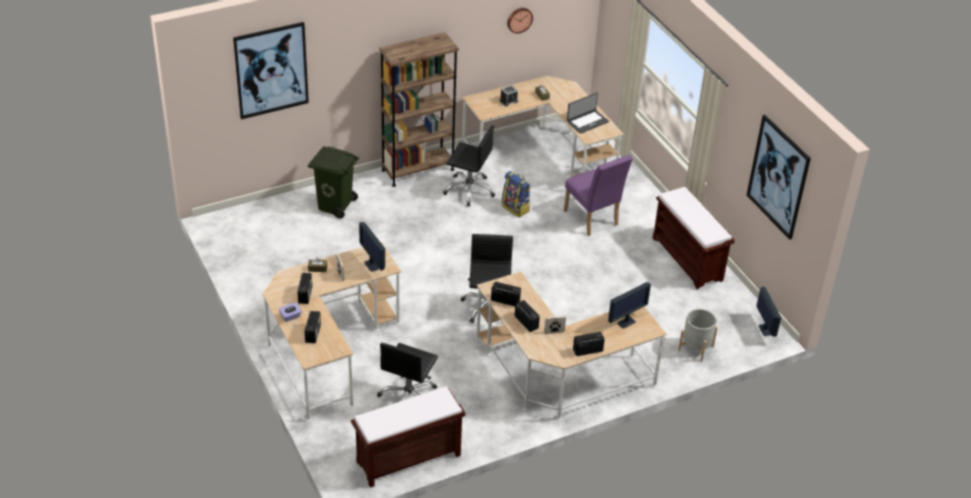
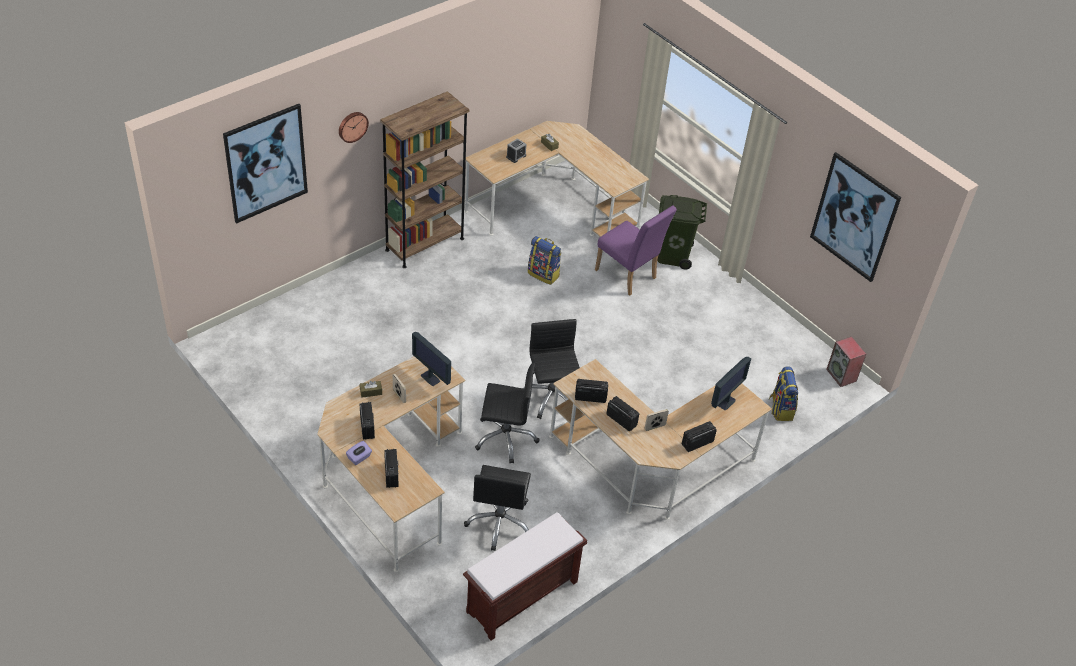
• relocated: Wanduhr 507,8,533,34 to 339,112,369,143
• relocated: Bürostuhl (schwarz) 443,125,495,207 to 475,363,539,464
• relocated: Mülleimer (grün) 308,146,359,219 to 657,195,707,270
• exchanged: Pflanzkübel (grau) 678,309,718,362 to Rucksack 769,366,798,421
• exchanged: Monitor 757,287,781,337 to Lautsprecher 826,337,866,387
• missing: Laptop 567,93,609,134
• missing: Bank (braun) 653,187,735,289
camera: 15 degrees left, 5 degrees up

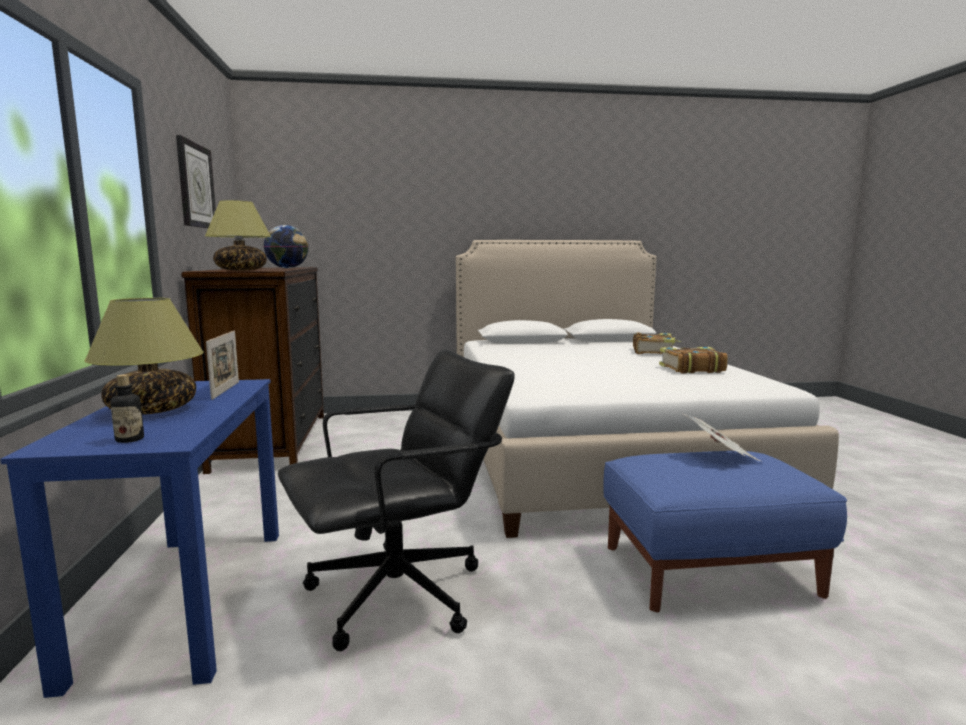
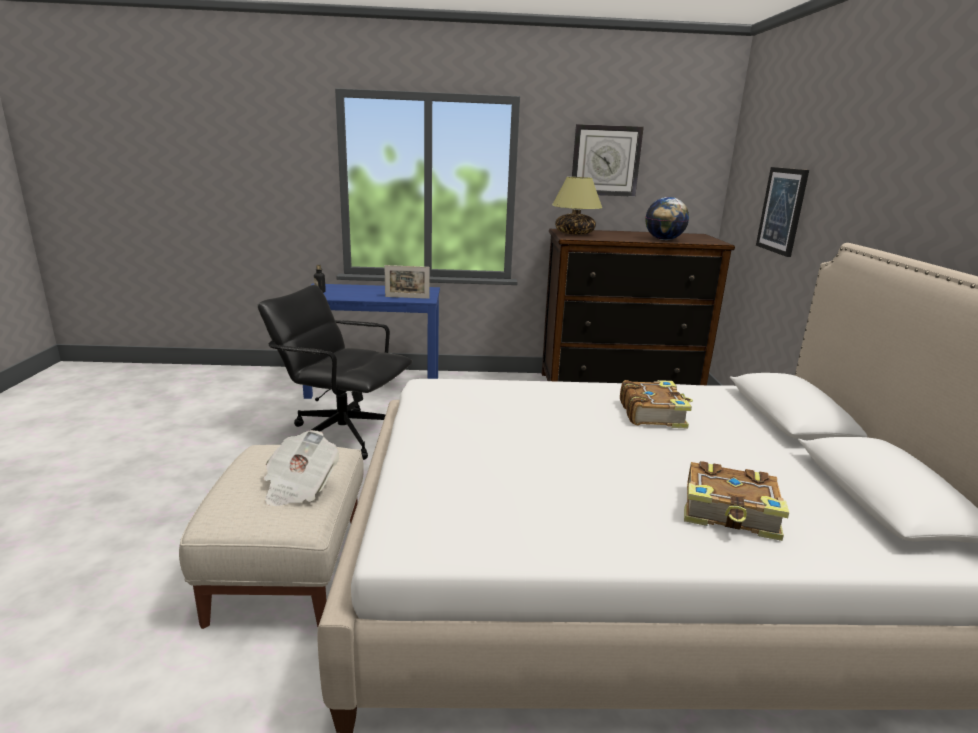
• colour: Polsterhocker (blau) 603,451,847,612 to Polsterhocker (beige) 179,445,364,629
• spun: Bürostuhl (schwarz) 278,349,515,651 = 258,285,412,460 135 degrees clockwise
• relocated: Buch 659,347,728,373 to 620,380,693,428
• appeared: Bild 756,167,809,257
• missing: Tischlampe 84,298,204,415
camera: 95 degrees right, 10 degrees up

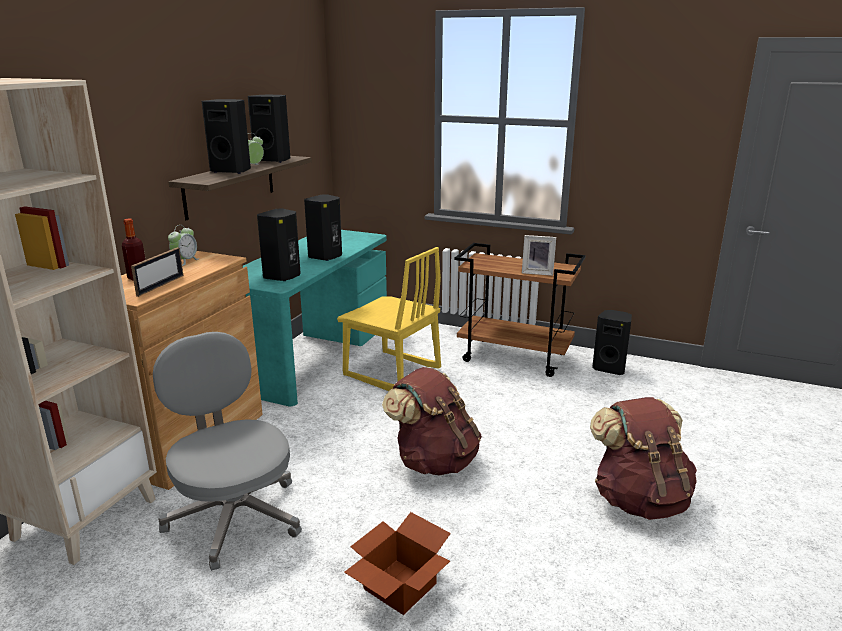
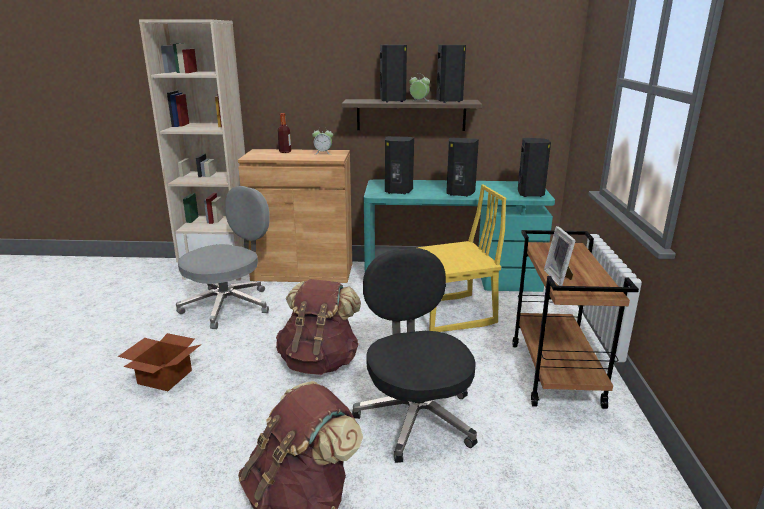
• appeared: Bürostuhl (schwarz) 352,248,477,463
• spun: Stuhl (gelb) 337,247,441,391 = 418,185,506,332 120 degrees counterclockwise
• relocated: Lautsprecher (schwarz) 592,310,632,375 to 518,138,551,197
• missing: Bilderrahmen 131,247,183,297
camera: 70 degrees right, 0 degrees up

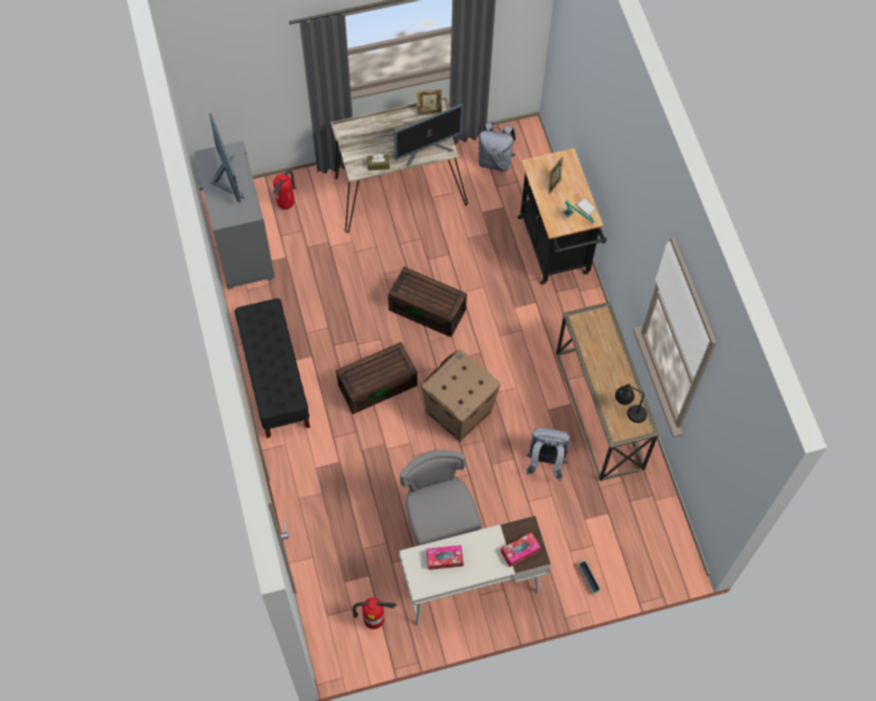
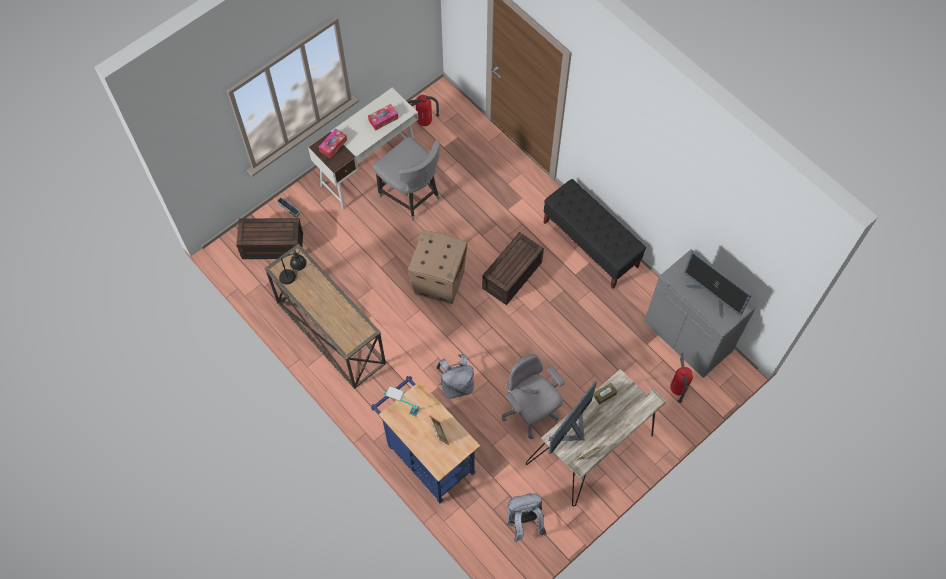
• relocated: Aufbewahrungsbox (braun) 388,267,467,337 to 236,218,303,259
• colour: Rollwagen (schwarz) 518,148,607,285 to Rollwagen (blau) 371,376,480,504
• relocated: Rucksack (grau) 525,427,570,481 to 436,354,474,399
• appeared: Bürostuhl (grau) 502,354,565,439
camera: 155 degrees right, 0 degrees up

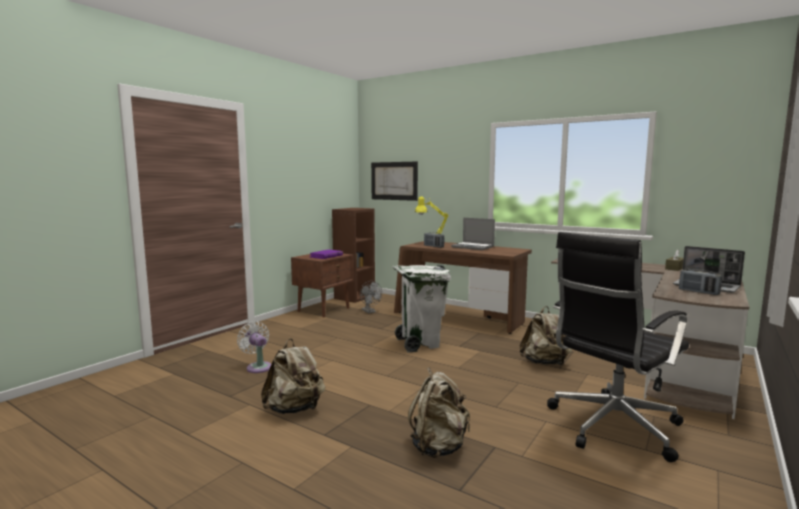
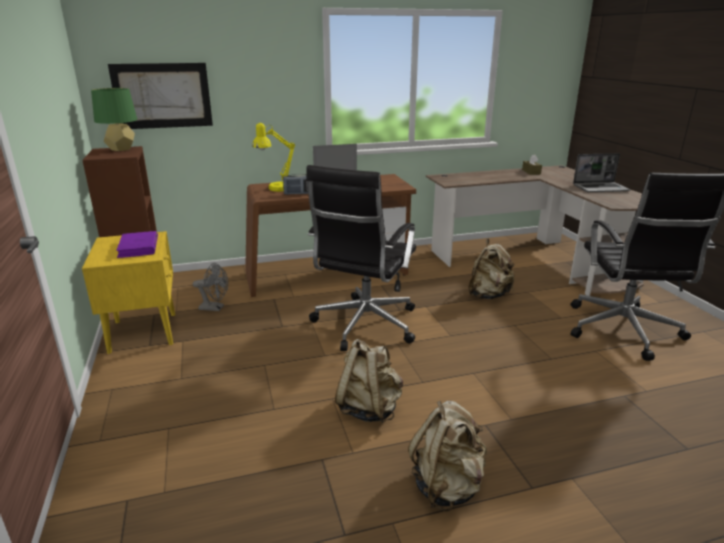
• colour: Nachttisch (braun) 291,253,354,317 to Nachttisch (gelb) 82,231,175,354
• appeared: Tischlampe (grün) 91,88,137,151
• exchanged: Mülleimer (weiß) 392,265,451,353 to Bürostuhl (schwarz) 306,165,416,351
• relocated: Rucksack (beige) 408,367,470,458 to 335,339,403,423
• missing: Ventilator (weiß) 237,321,271,373
• missing: Radio 679,269,722,295
camera: 50 degrees left, 15 degrees up

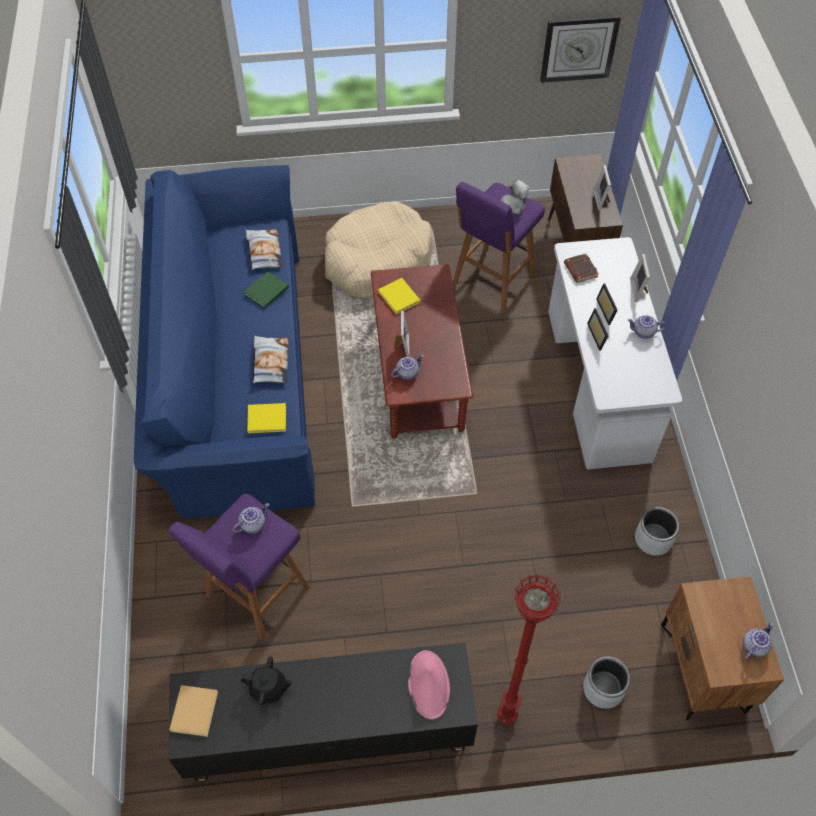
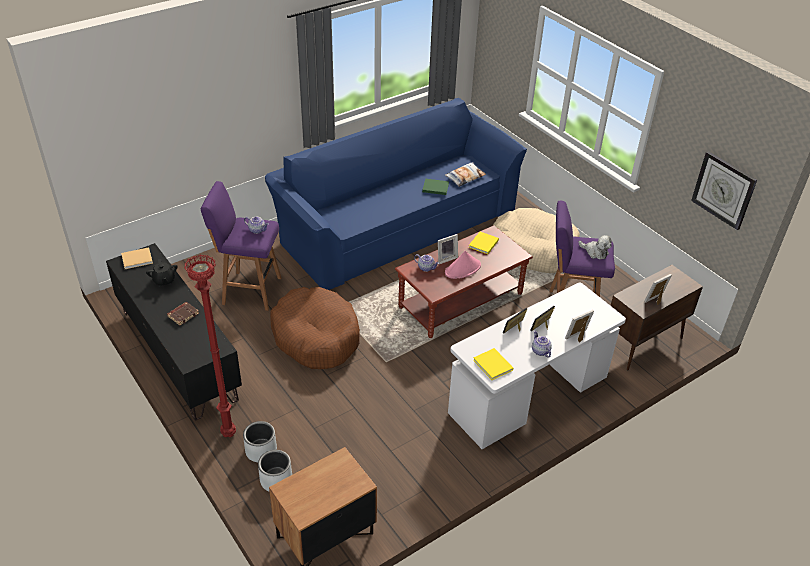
• relocated: Buch (braun) 564,253,599,283 to 167,302,199,326
• relocated: Pflanzkübel (grau) 635,507,680,556 to 243,421,277,462
• appeared: Hundebett (braun) 270,287,360,369
• relocated: Hut (rosa) 408,650,450,719 to 445,251,481,279
• relocated: Buch (gelb) 247,403,286,433 to 473,348,513,380
• missing: Kissen 253,336,288,383
• missing: Teekanne 743,623,774,659
camera: 60 degrees right, 15 degrees down

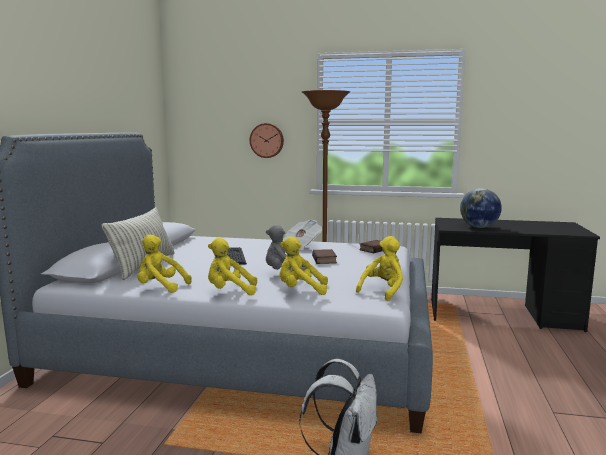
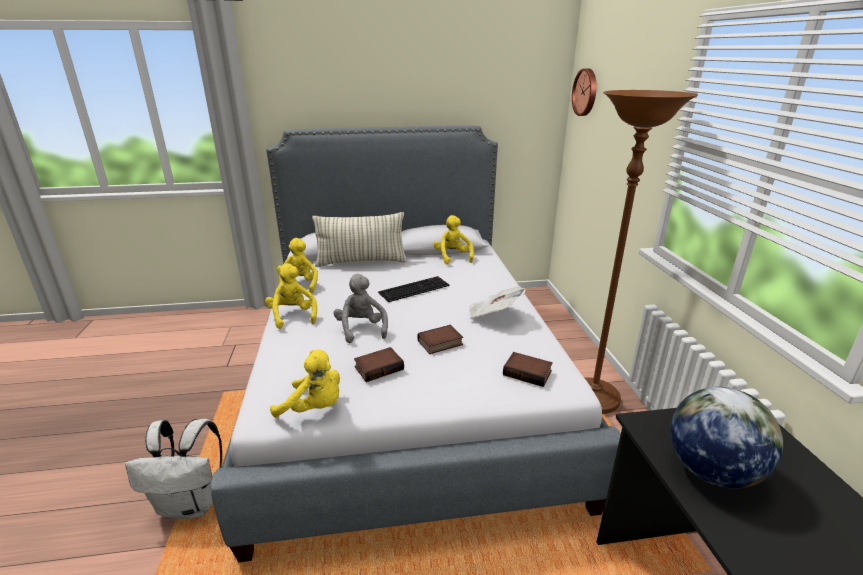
• appeared: Buch 354,347,404,382
• relocated: Plüschtier (gelb) 280,236,328,295 to 434,215,474,264
• relocated: Wanduhr 250,123,284,158 to 572,68,597,116
camera: 70 degrees right, 15 degrees up

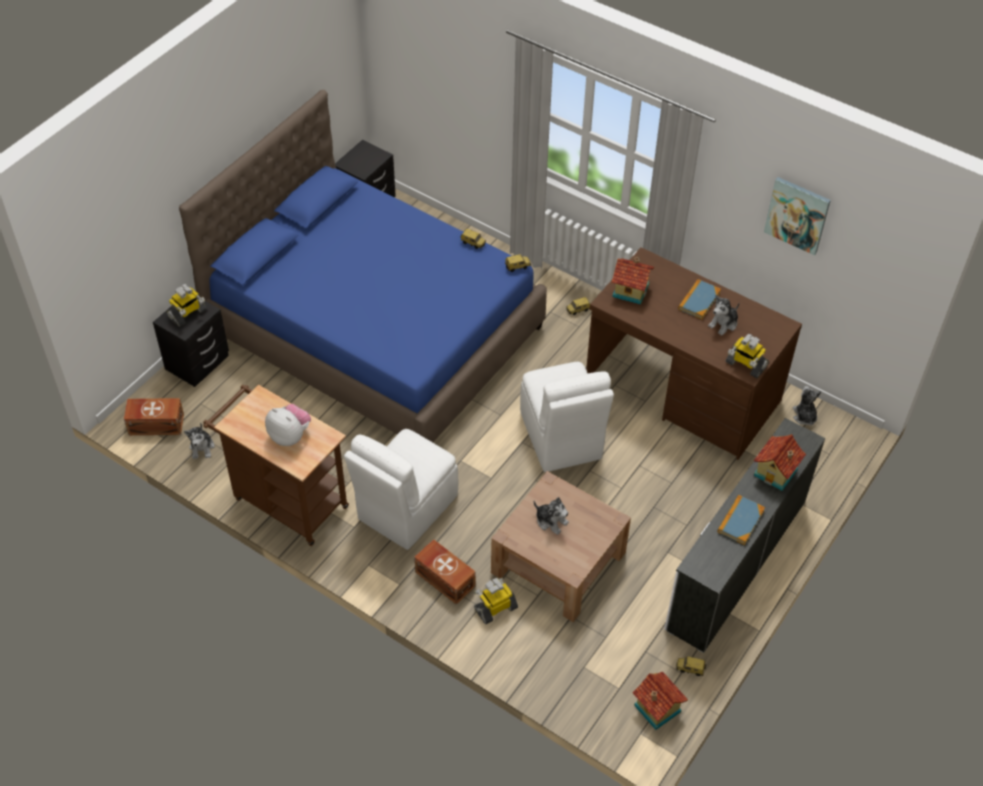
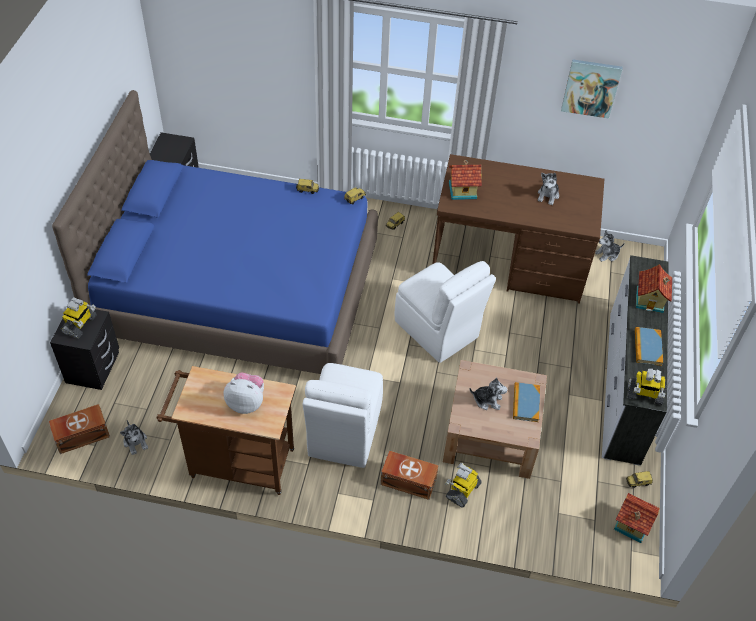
• relocated: Buch 678,279,721,320 to 513,382,540,422
• spun: Plüschtier 793,386,821,426 = 595,230,625,262 75 degrees counterclockwise
• relocated: Spielzeugroboter 725,334,769,378 to 627,369,667,405
camera: 25 degrees left, 0 degrees up

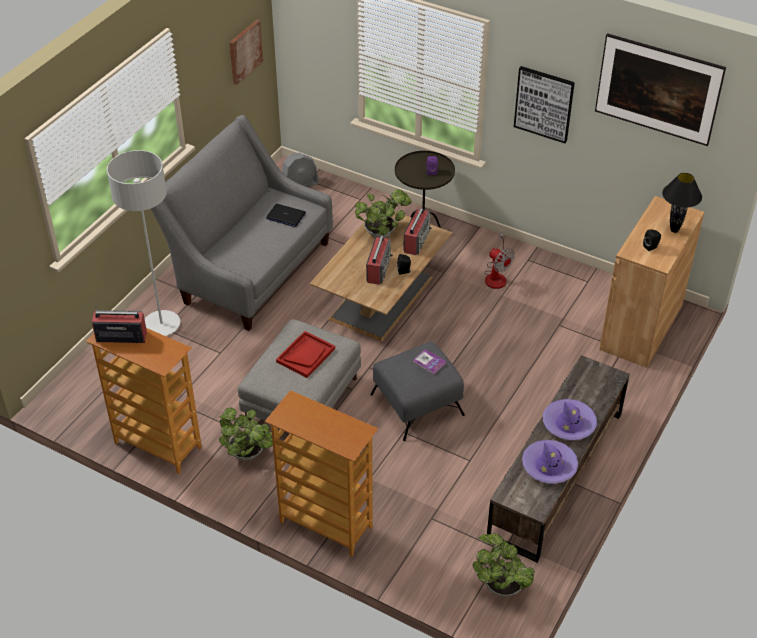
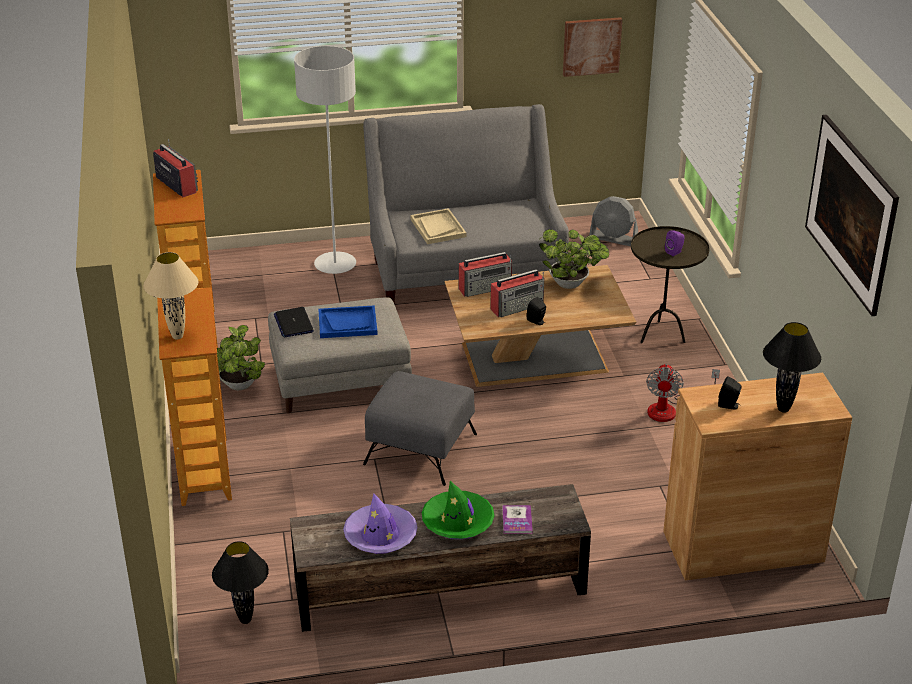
• appeared: Tischlampe (beige) 143,252,198,340
• exchanged: Topfpflanze 473,534,535,597 to Tischlampe (schwarz) 212,541,269,624
• relocated: Laptop 266,204,306,227 to 274,307,314,338
• colour: Tablett (rot) 276,331,335,378 to Tablett (blau) 318,305,378,338
• appeared: Tablett (beige) 411,208,466,244
• colour: Hut (lila) 543,399,597,440 to Hut (grün) 422,481,495,540
• relocated: Radio 403,208,432,255 to 459,252,512,297
• relocated: Buch 413,349,447,374 to 502,505,533,534
• missing: Bild 514,66,575,143
camera: 50 degrees right, 10 degrees down

